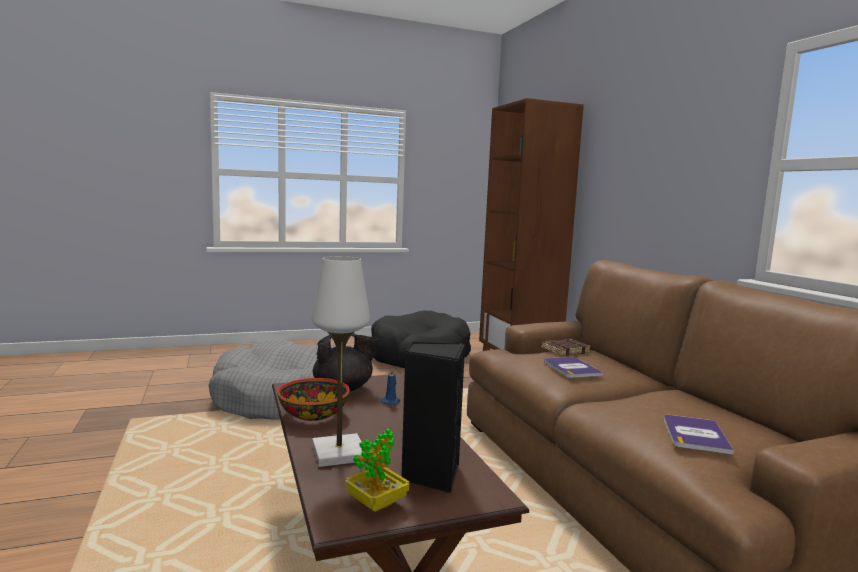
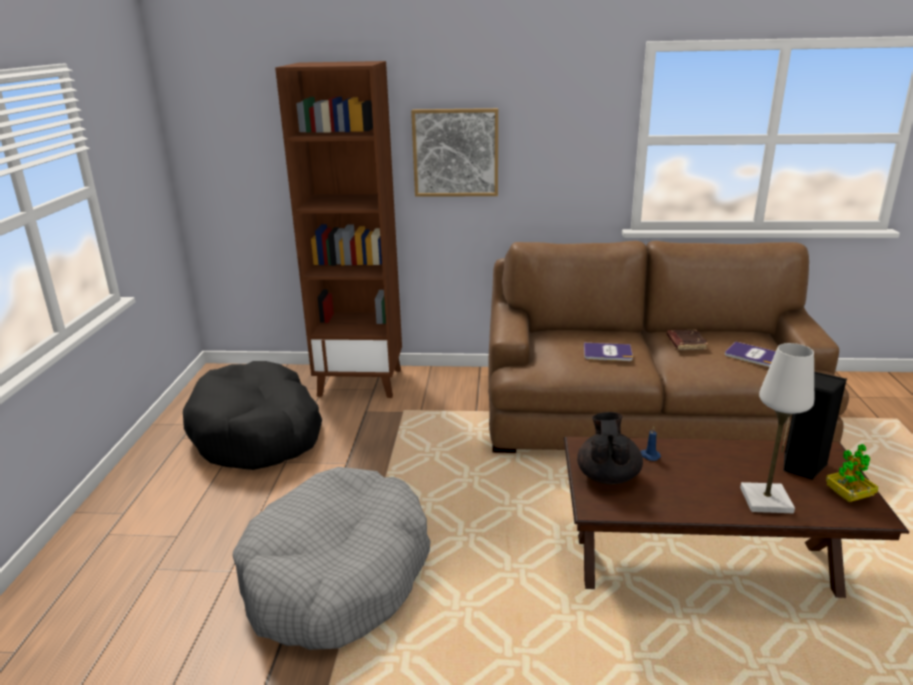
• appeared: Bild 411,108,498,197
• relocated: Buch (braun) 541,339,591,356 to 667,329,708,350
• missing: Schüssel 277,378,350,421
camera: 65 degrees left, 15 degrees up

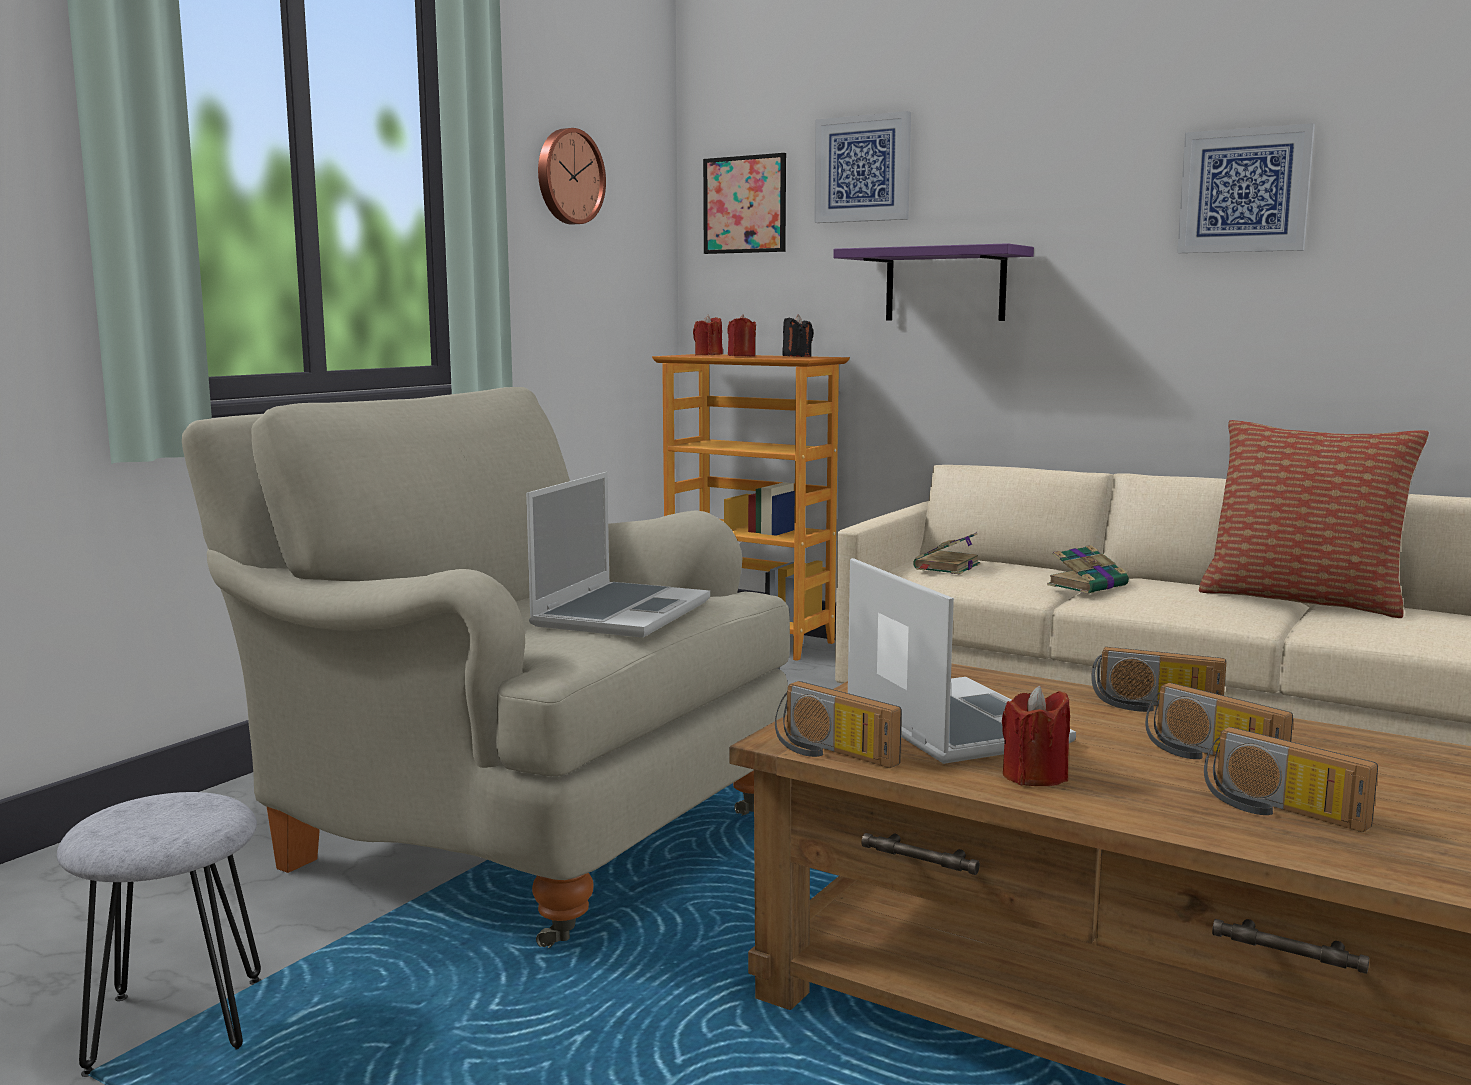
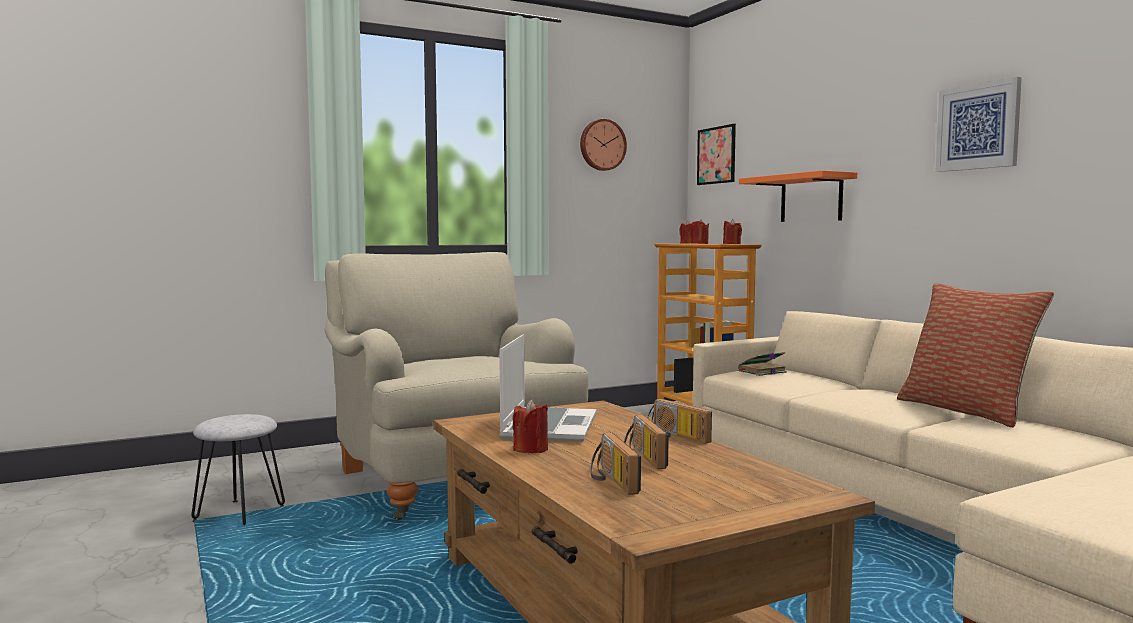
• colour: Kerze (schwarz) 782,315,814,357 to Kerze (rot) 723,219,742,244
• colour: Wandregal (lila) 833,243,1034,321 to Wandregal (orange) 739,170,857,222
• missing: Laptop 526,472,710,638
• missing: Radio 775,681,902,768
• missing: Bild 814,111,911,223
• missing: Buch 1047,545,1129,594
camera: 30 degrees right, 5 degrees down

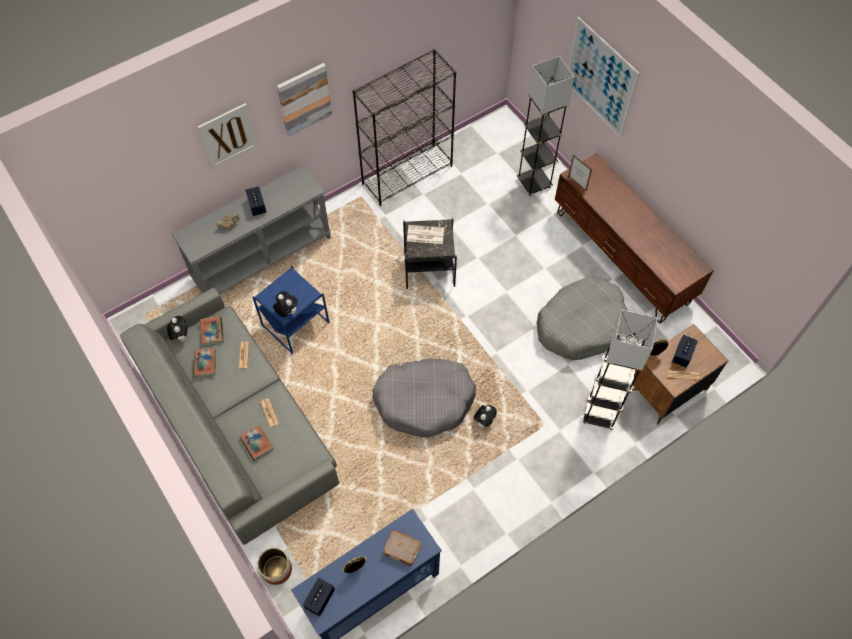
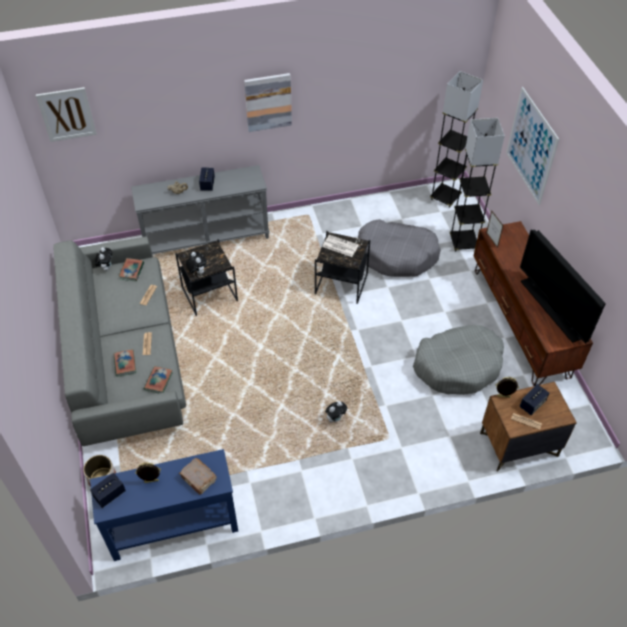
• relocated: Bild 198,103,257,169 to 36,87,97,142
• relocated: Buch 193,348,216,377 to 144,366,173,393
• colour: Beistelltisch (blau) 252,266,329,354 to Beistelltisch (schwarz) 175,239,238,316
• relocated: Hundebett (grau) 373,358,476,438 to 358,219,441,277
• relocated: Stehlampe (grau) 583,310,657,430 to 430,71,483,208
• appeared: Fernseher 520,230,606,344
• missing: Bücherregal (schwarz) 352,49,456,206
camera: 20 degrees right, 10 degrees down

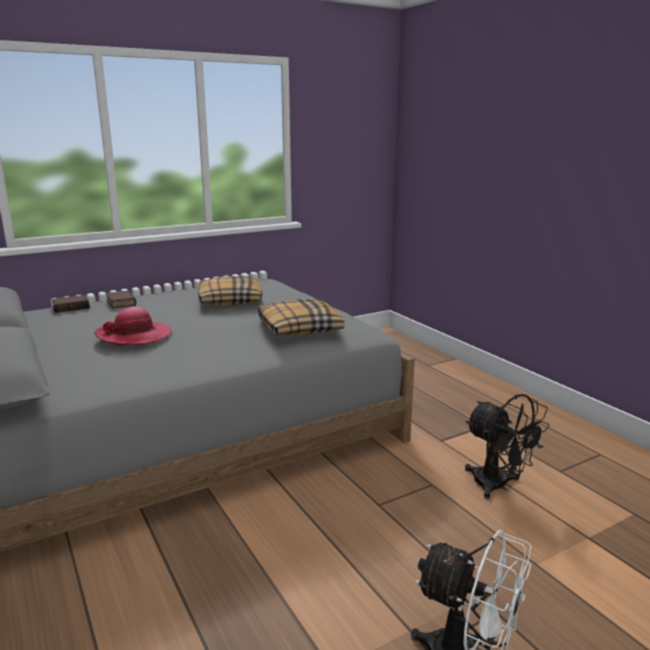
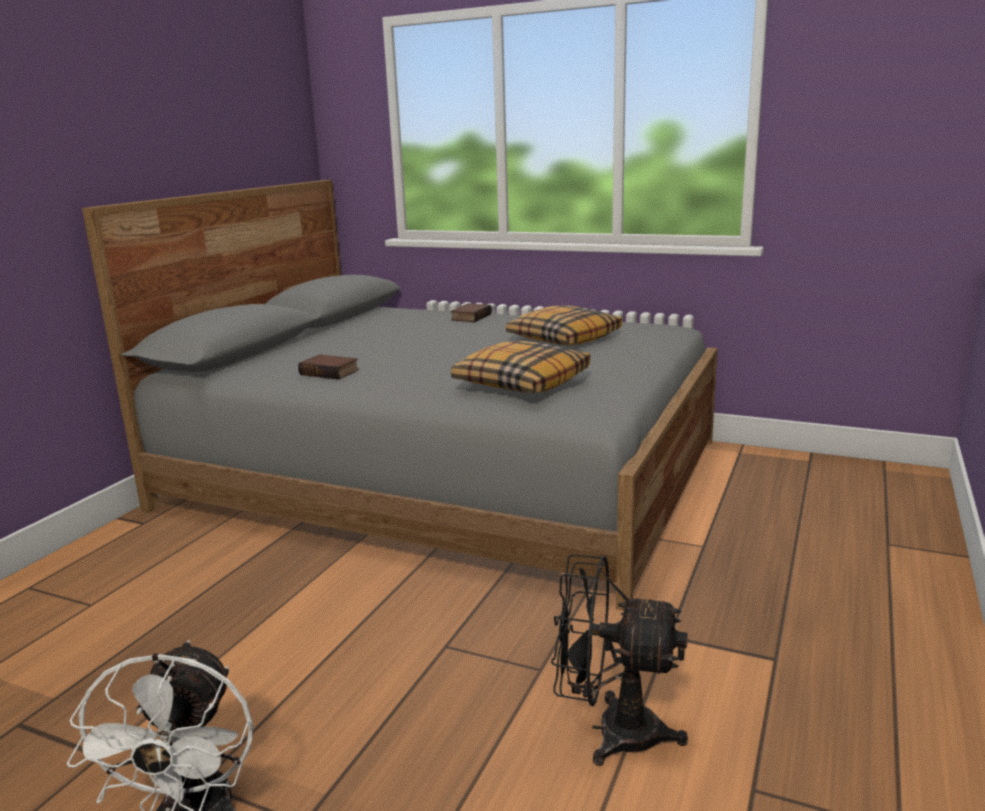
• relocated: Buch 51,295,89,313 to 298,354,359,380
• spun: Ventilator (schwarz) 465,394,550,499 = 551,554,688,766 90 degrees clockwise
• missing: Hut 94,307,171,346
camera: 55 degrees right, 0 degrees up

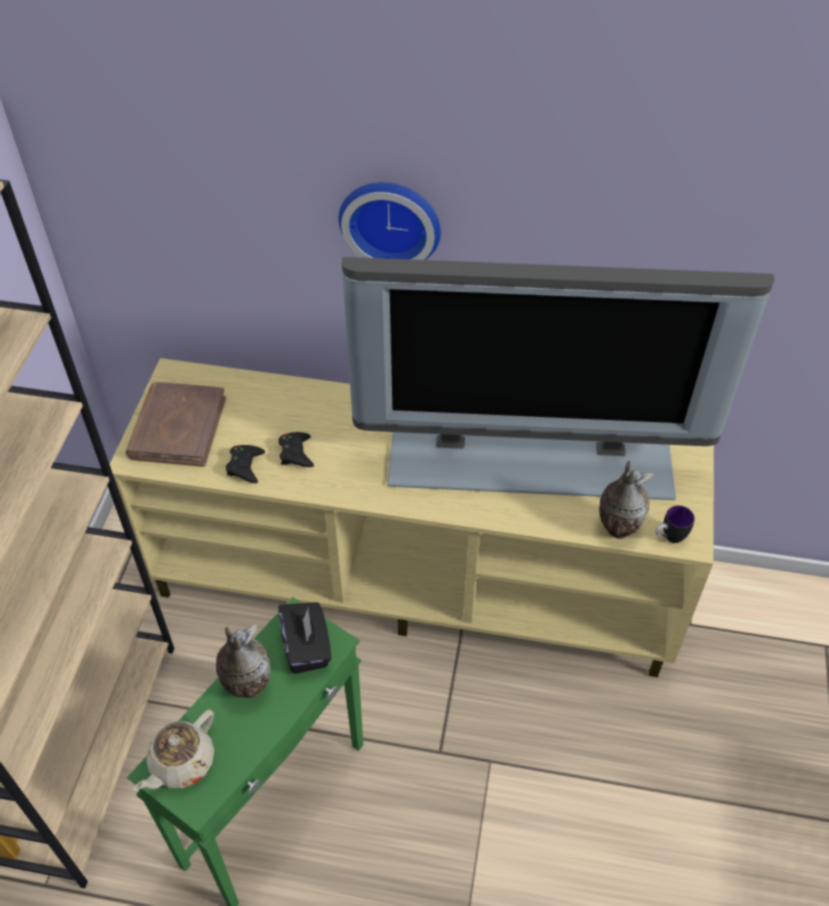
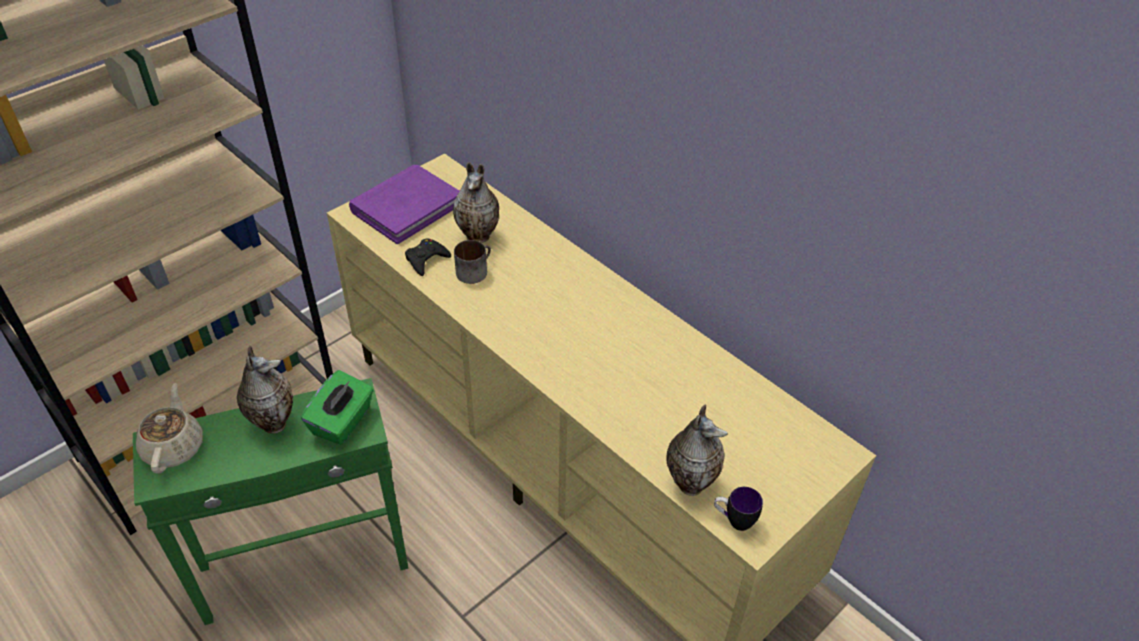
• spun: Teekanne (beige) 134,709,214,791 = 136,383,202,474 105 degrees clockwise
• colour: Taschentuchbox (schwarz) 278,602,331,674 to Taschentuchbox (grün) 301,370,374,445
• colour: Buch (braun) 125,382,226,467 to Buch (lila) 349,165,459,244
• appeared: Vase 453,162,499,243
• exchanged: Gamepad (schwarz) 278,432,314,467 to Henkelbecher 454,240,491,284
• missing: Wanduhr 339,182,441,260
• missing: Fernseher 342,257,775,500
camera: 35 degrees right, 5 degrees down

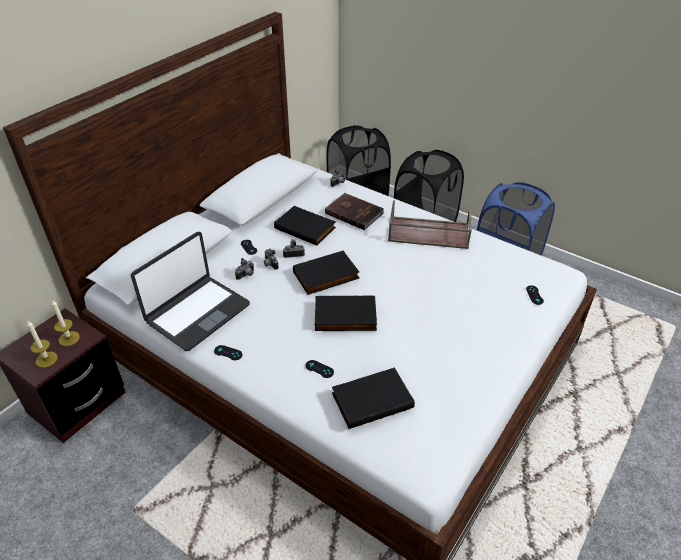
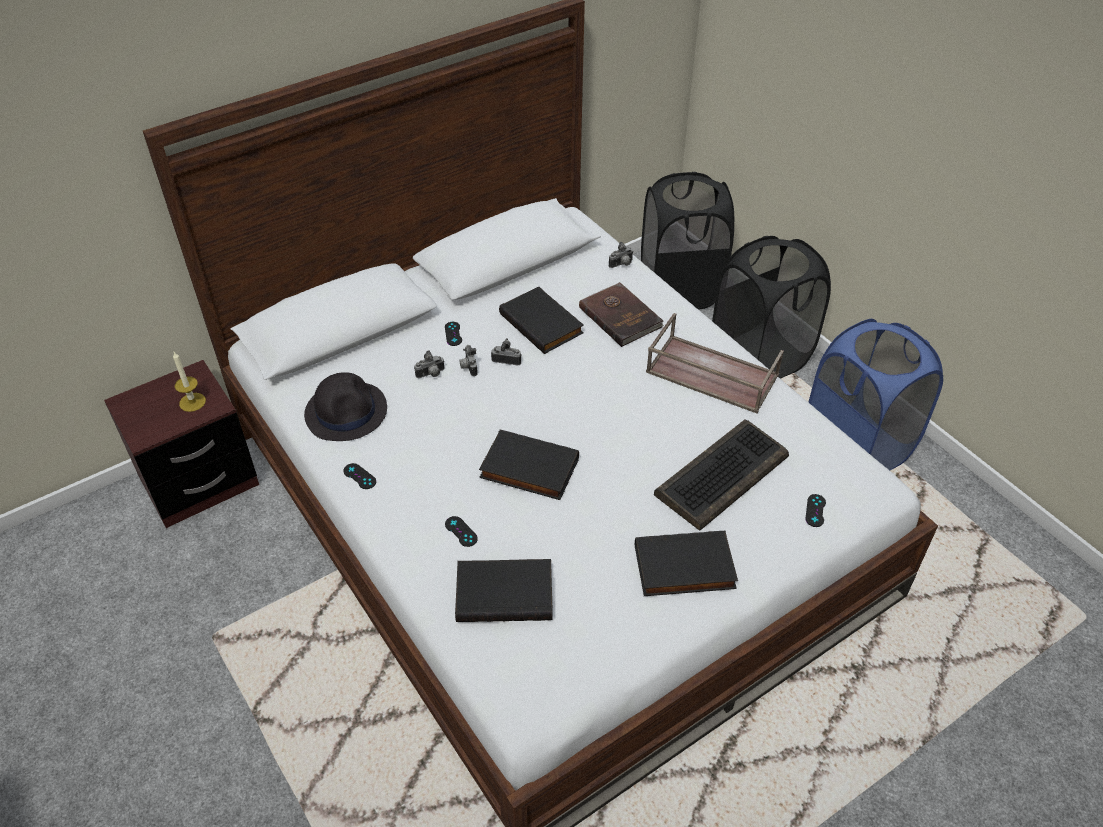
• exchanged: Laptop 131,232,250,351 to Hut (schwarz) 304,372,387,441
• relocated: Buch (schwarz) 293,250,359,295 to 635,531,738,596
• appeared: Tastatur 654,420,789,531
• missing: Kerze 27,321,58,368
camera: 20 degrees right, 5 degrees up

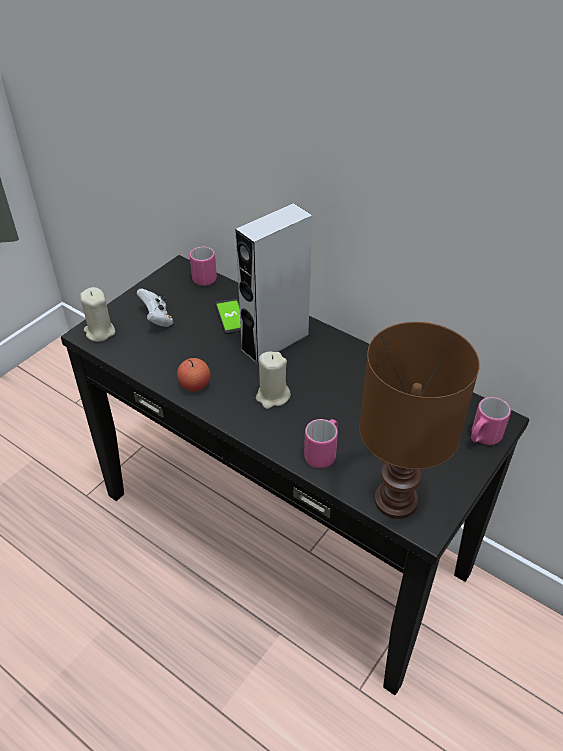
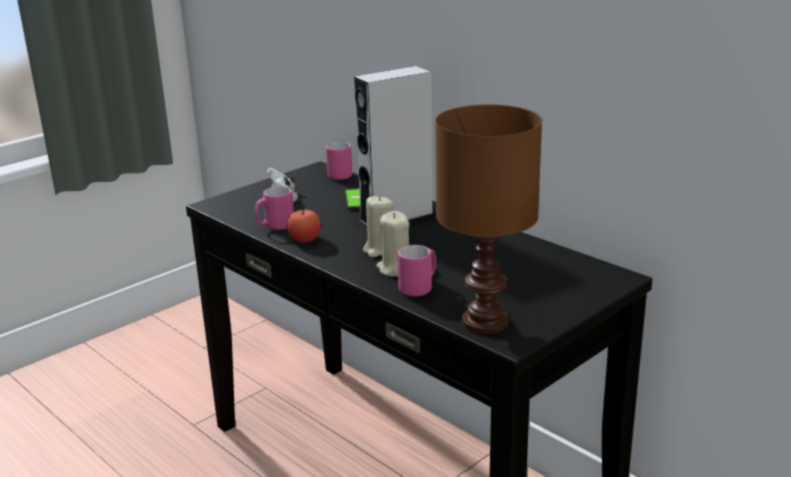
• relocated: Henkelbecher (rosa) 471,397,511,445 to 255,186,294,230
• relocated: Kerze (beige) 80,287,115,342 to 376,211,409,277
camera: 10 degrees right, 20 degrees down

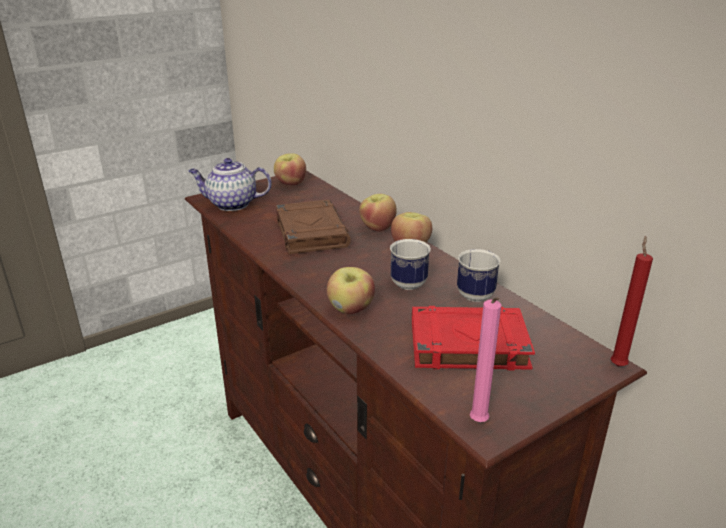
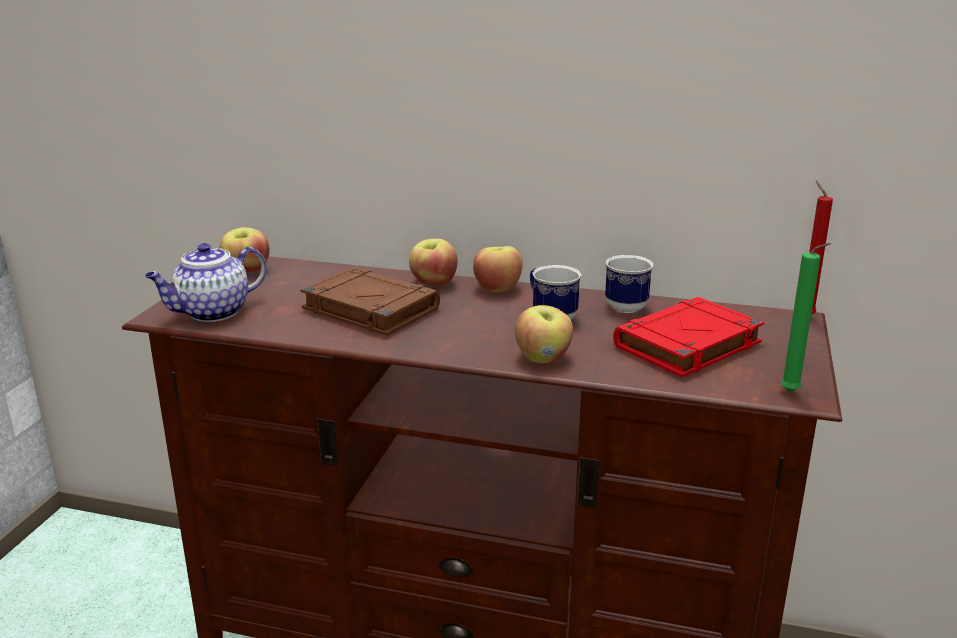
• colour: Kerze (rosa) 470,297,501,422 to Kerze (grün) 781,243,831,392
camera: 40 degrees left, 5 degrees down

